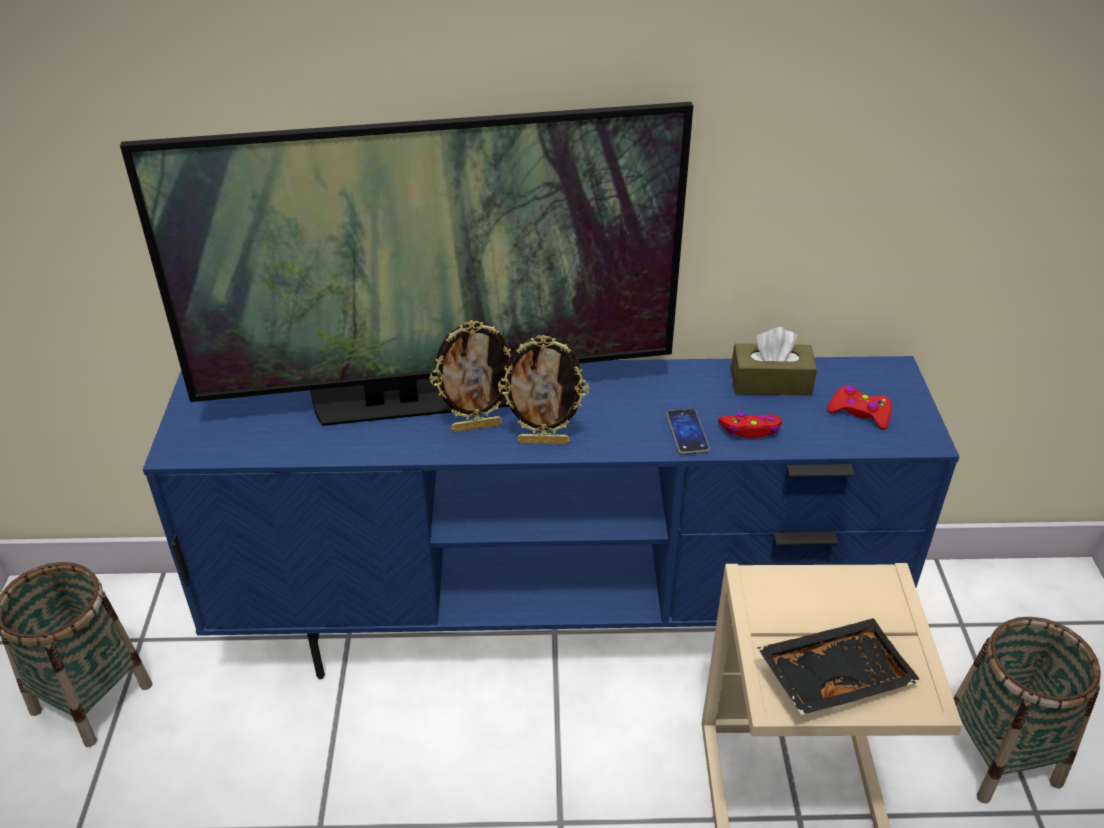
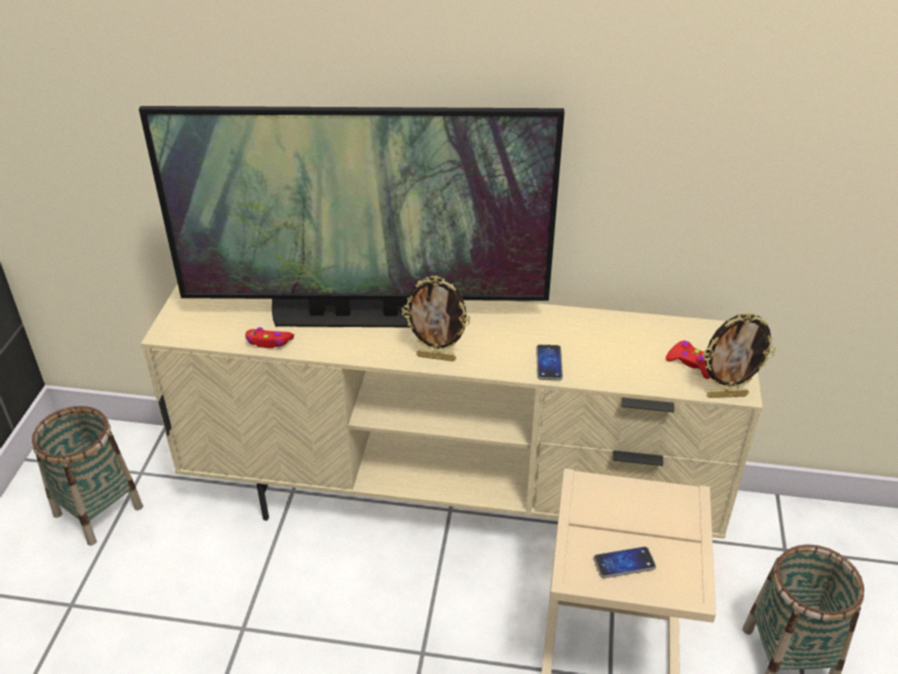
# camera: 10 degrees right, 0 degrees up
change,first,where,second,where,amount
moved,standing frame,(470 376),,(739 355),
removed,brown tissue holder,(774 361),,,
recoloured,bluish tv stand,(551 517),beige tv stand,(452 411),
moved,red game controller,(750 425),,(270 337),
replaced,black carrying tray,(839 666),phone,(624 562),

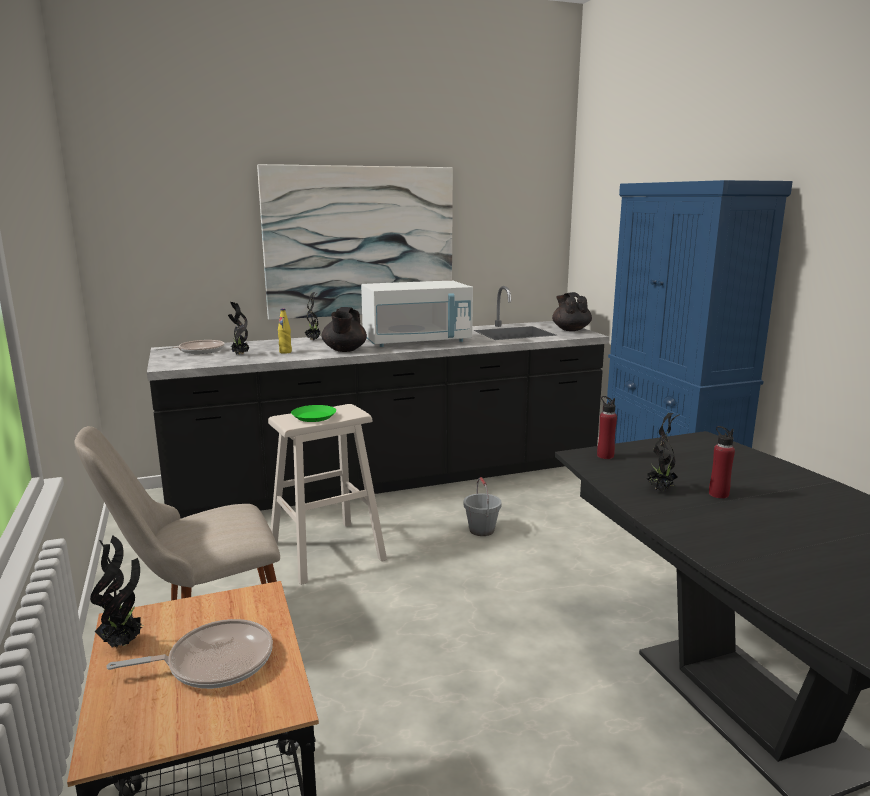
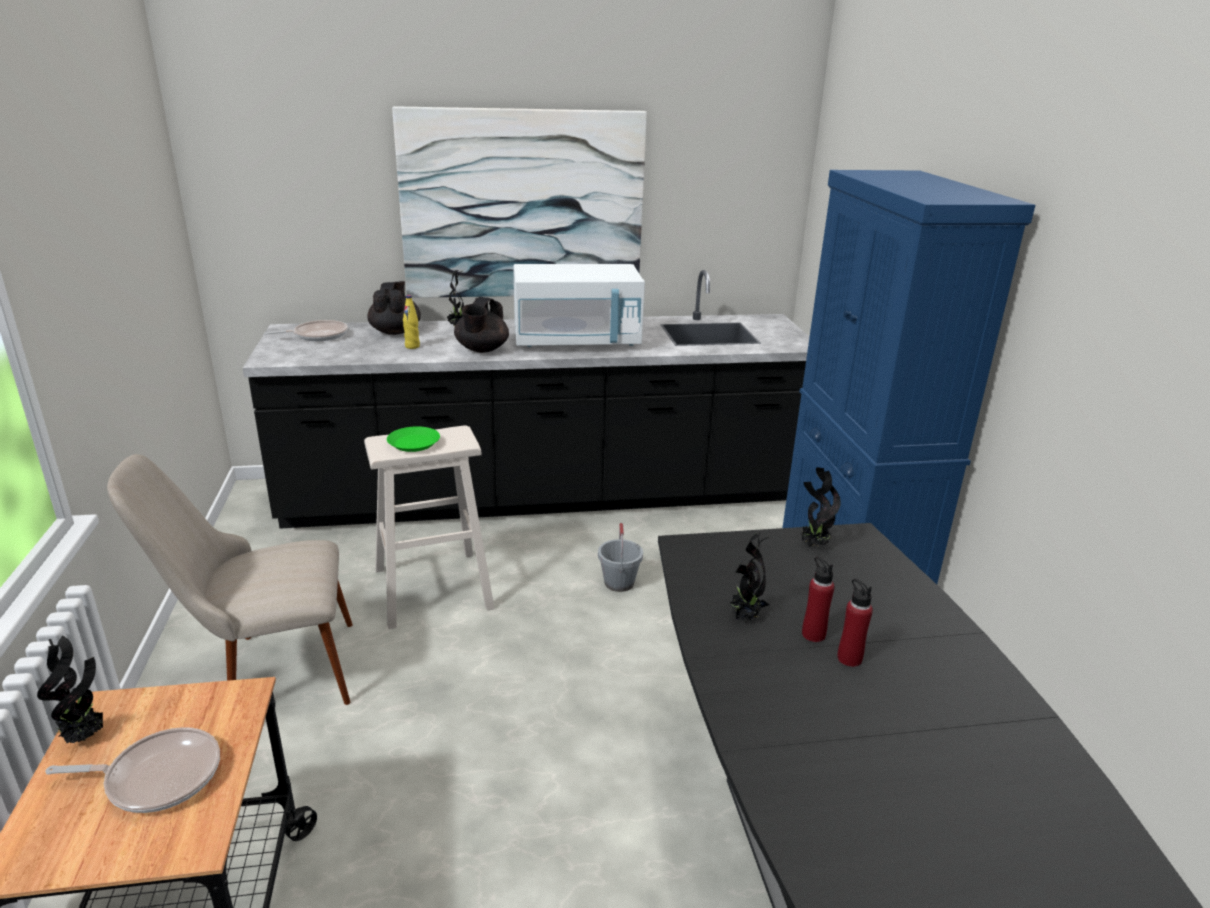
# camera: 10 degrees right, 10 degrees up
change,first,where,second,where,amount
moved,black teapot,(572 311),,(394 308),
moved,plant in a pot,(238 328),,(821 507),
moved,red drink bottle,(607 427),,(855 623),

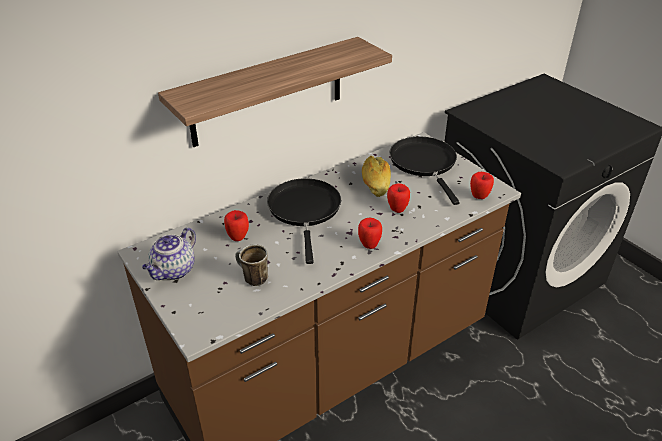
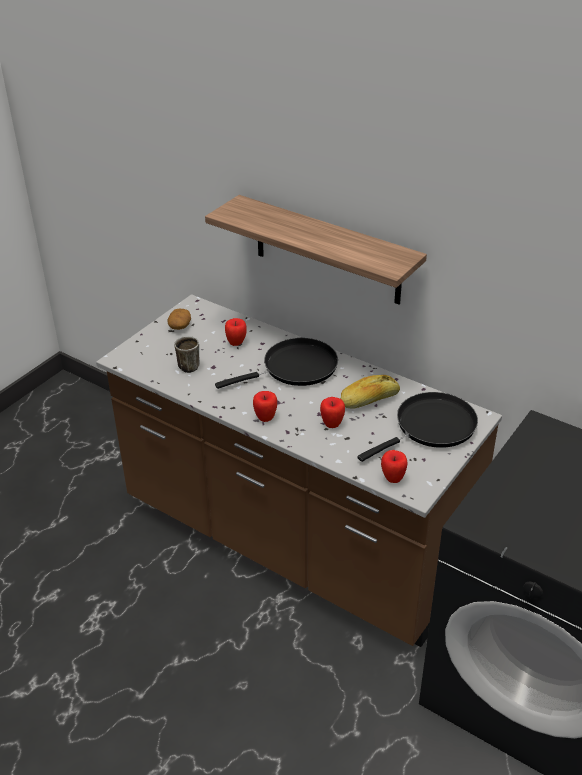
# camera: 70 degrees right, 0 degrees up
change,first,where,second,where,amount
replaced,teapot,(169 253),whole potato,(179 319),

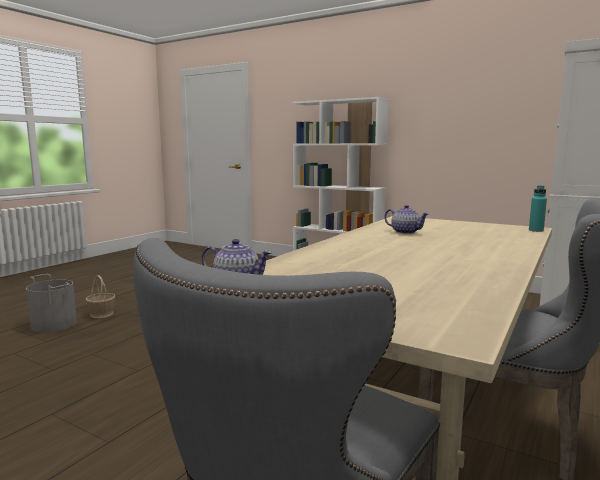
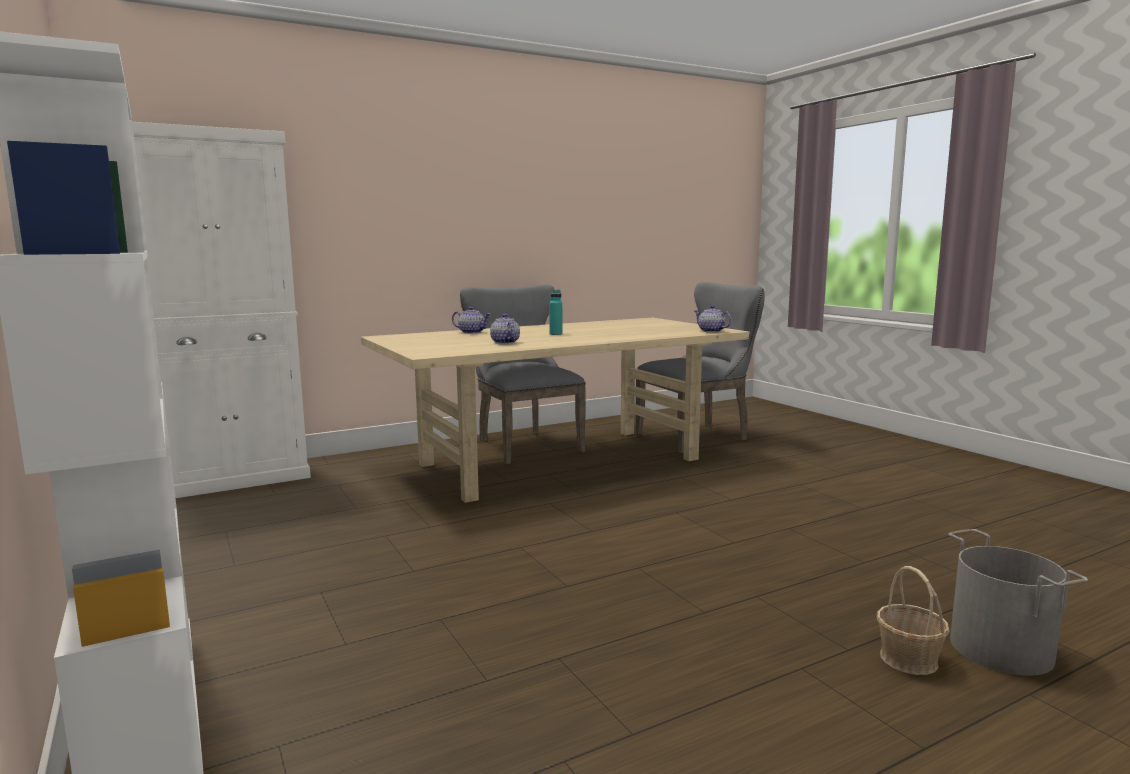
# camera: 150 degrees left, 0 degrees up
change,first,where,second,where,amount
moved,turquoise-coloured drink bottle,(538 208),,(556 312),
added,,,teapot,(471 320),

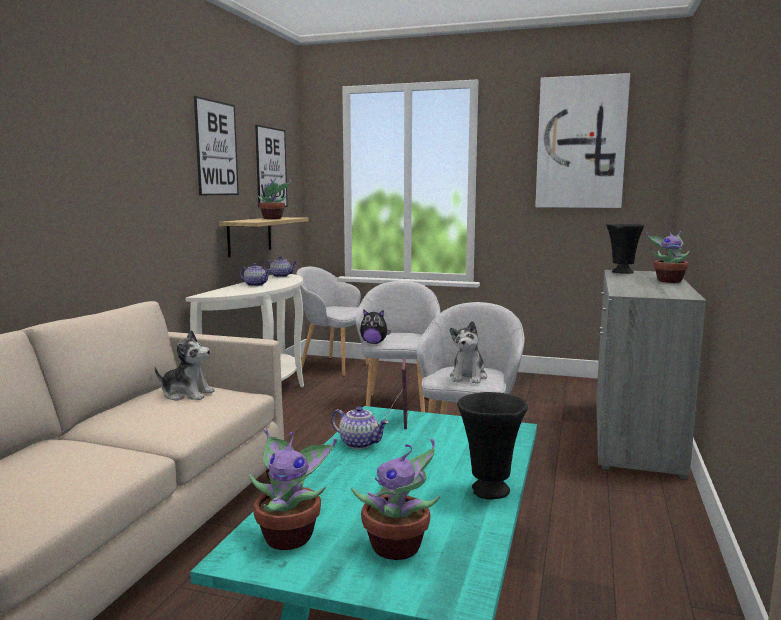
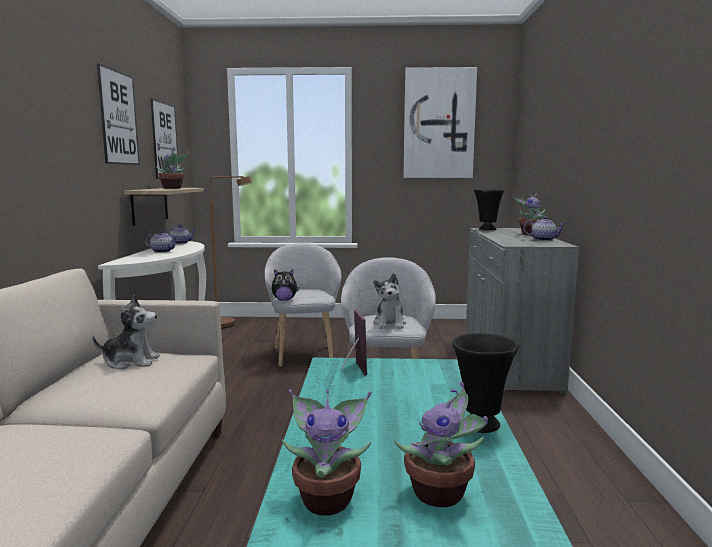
# camera: 15 degrees left, 0 degrees up
change,first,where,second,where,amount
replaced,greyish armchair,(332 321),brown standing lamp,(231 252),
moved,teapot,(360 427),,(544 228),

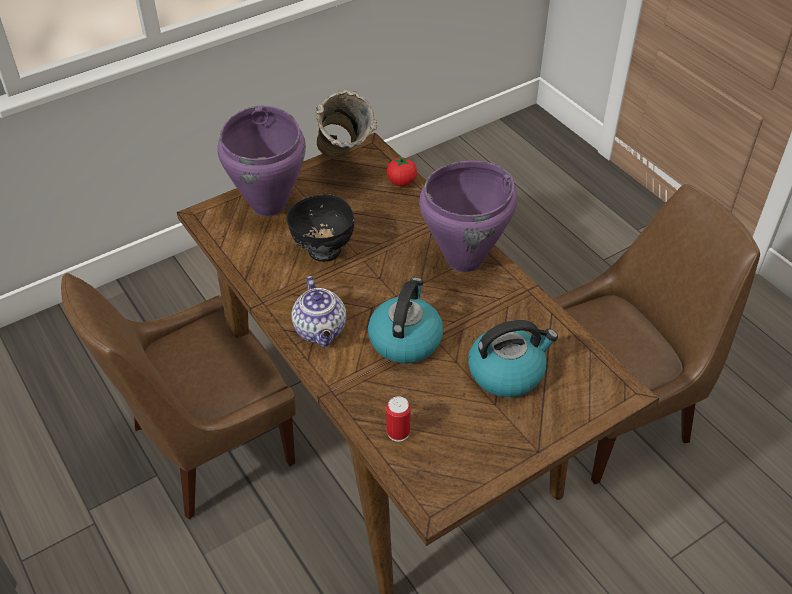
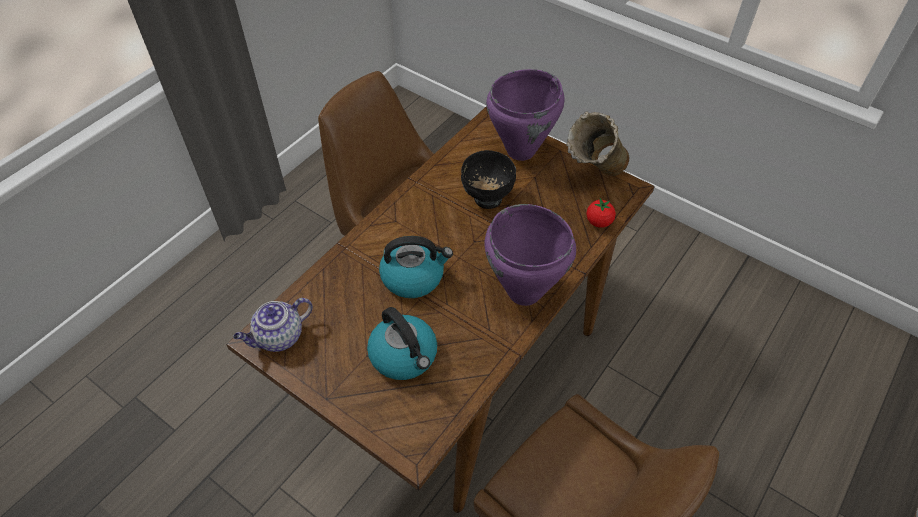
# camera: 70 degrees right, 5 degrees up
change,first,where,second,where,amount
moved,teapot,(318 311),,(273 325),
removed,can,(398 419),,,

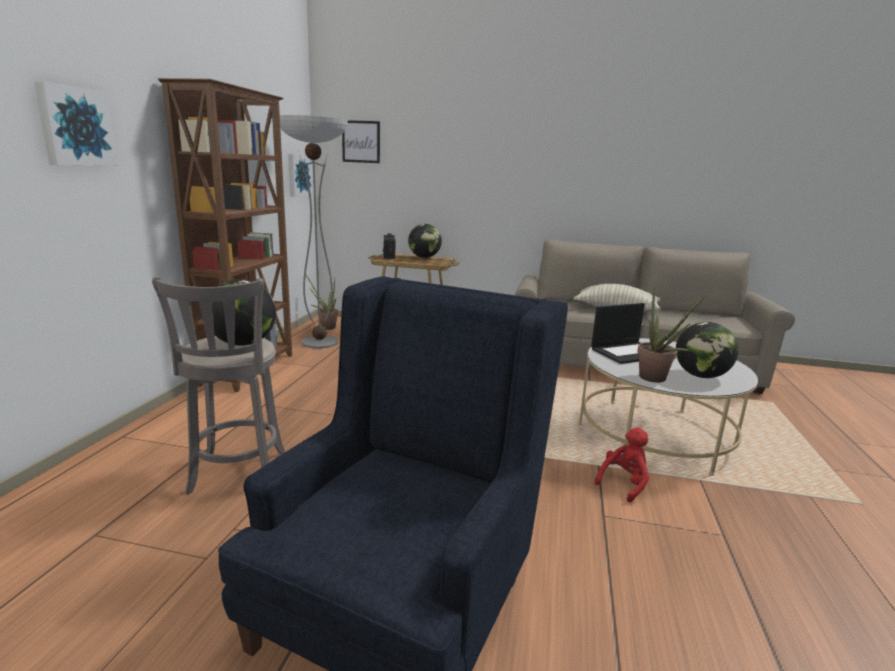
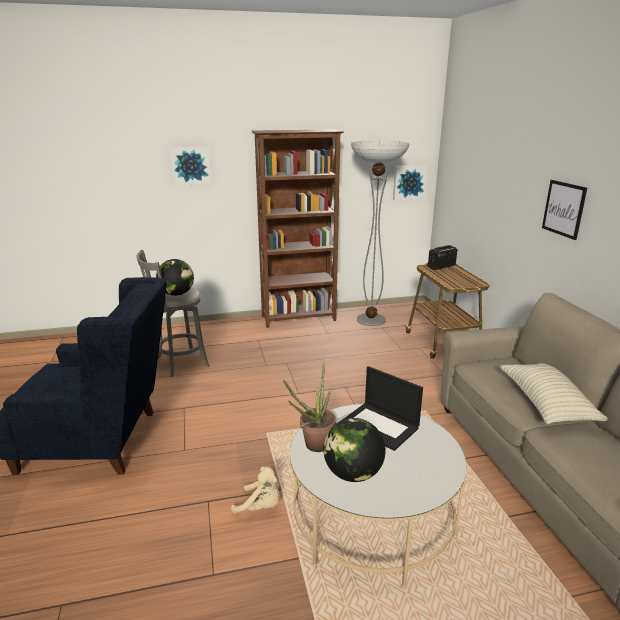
# camera: 65 degrees right, 5 degrees up
change,first,where,second,where,amount
moved,wall picture,(361 141),,(564 210),
removed,desk globe,(425 241),,,
removed,plant in a pot,(322 302),,,
recoloured,red cuddly toy,(621 465),beige cuddly toy,(255 490),

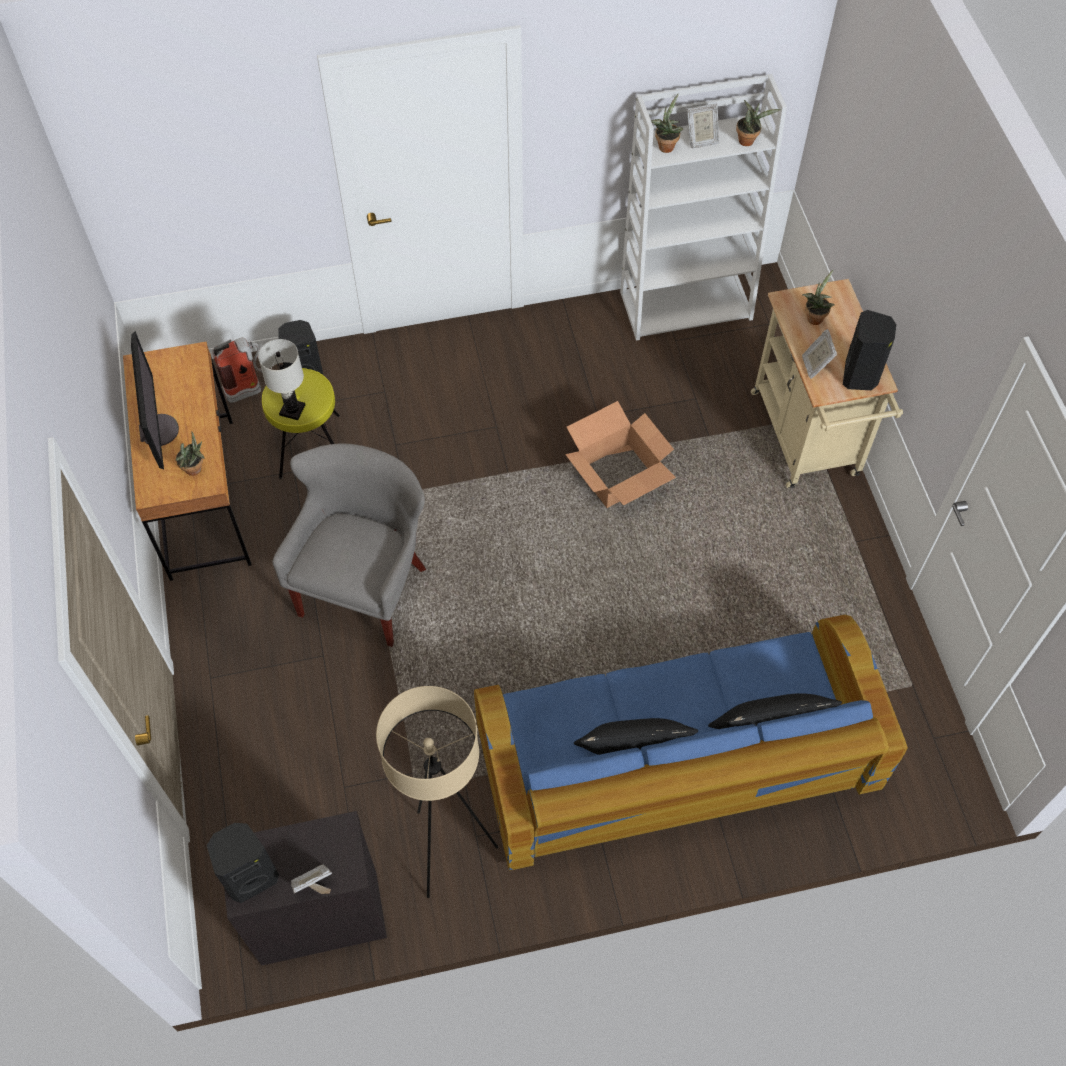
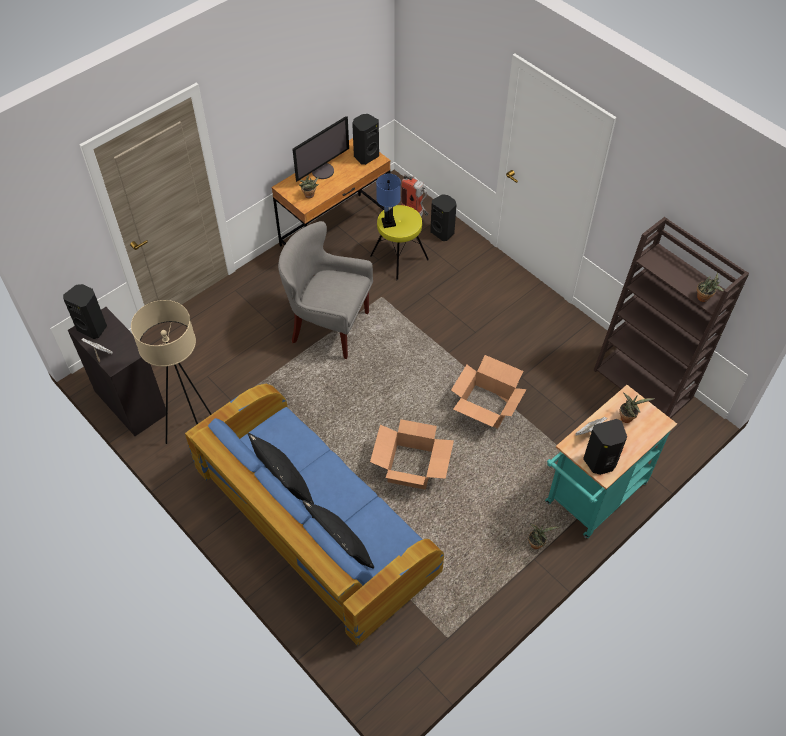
# camera: 60 degrees right, 5 degrees down
change,first,where,second,where,amount
recoloured,whitish bookshelf,(703 207),brown bookshelf,(671 317),
moved,plant in a pot,(667 123),,(543 536),
removed,standing frame,(703 125),,,
recoloured,beige cart,(827 384),turquoise-coloured cart,(611 461),
recoloured,whitish table lamp,(281 379),bluish table lamp,(388 201),
turned,greyish armchair,(349 545),,(325 290),150 degrees counterclockwise
added,,,black loudspeaker,(365 139),
added,,,carton,(412 454),

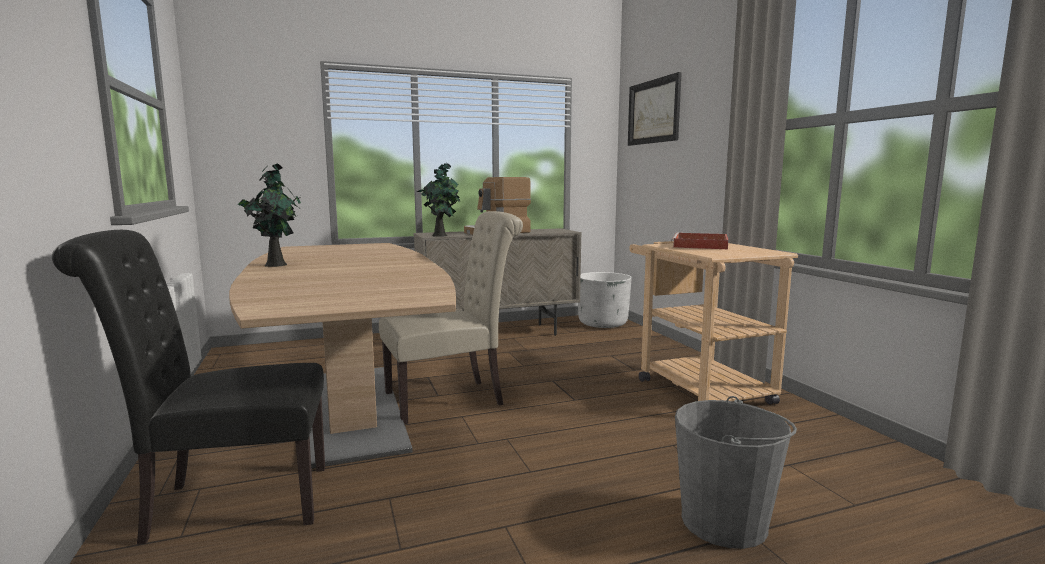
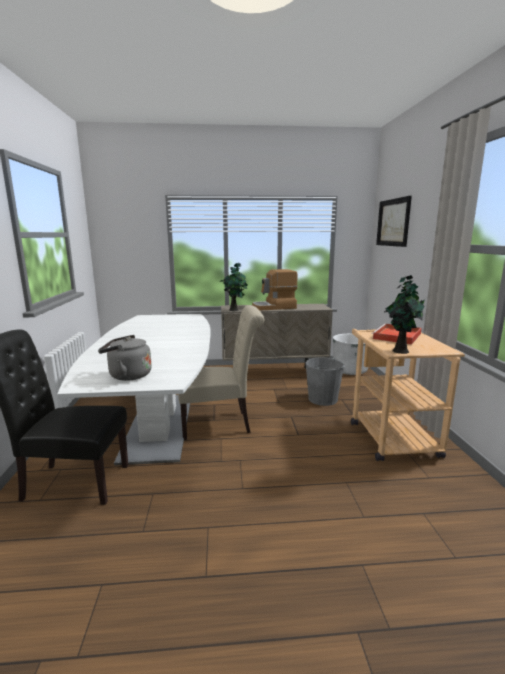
# camera: 15 degrees right, 5 degrees up
change,first,where,second,where,amount
moved,plant in a pot,(269 215),,(404 314),
recoloured,brown dinner table,(342 356),whitish dinner table,(134 390),
moved,greyish pail,(736 472),,(325 381),
added,,,greyish tea kettle,(125 358),

